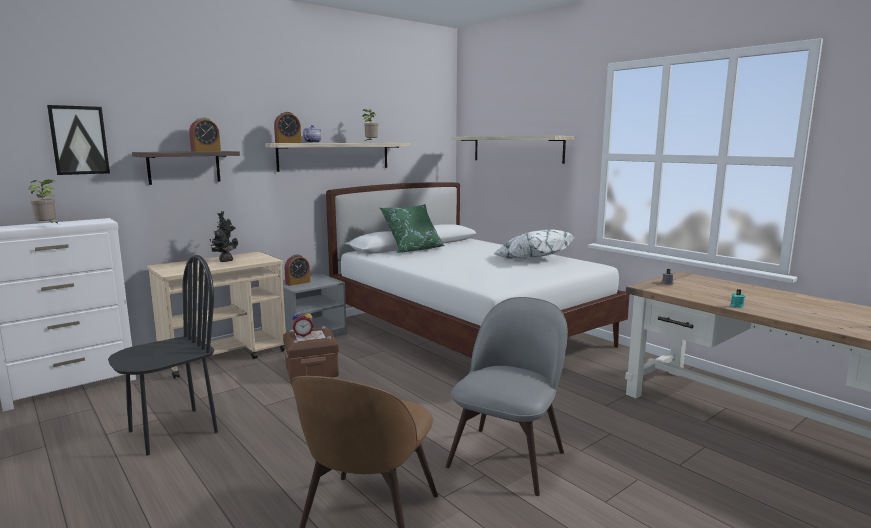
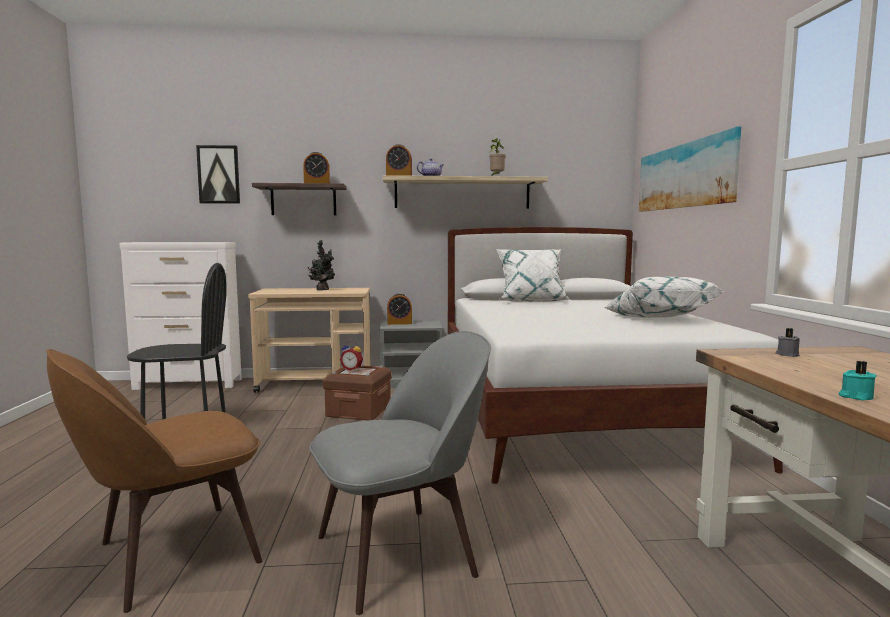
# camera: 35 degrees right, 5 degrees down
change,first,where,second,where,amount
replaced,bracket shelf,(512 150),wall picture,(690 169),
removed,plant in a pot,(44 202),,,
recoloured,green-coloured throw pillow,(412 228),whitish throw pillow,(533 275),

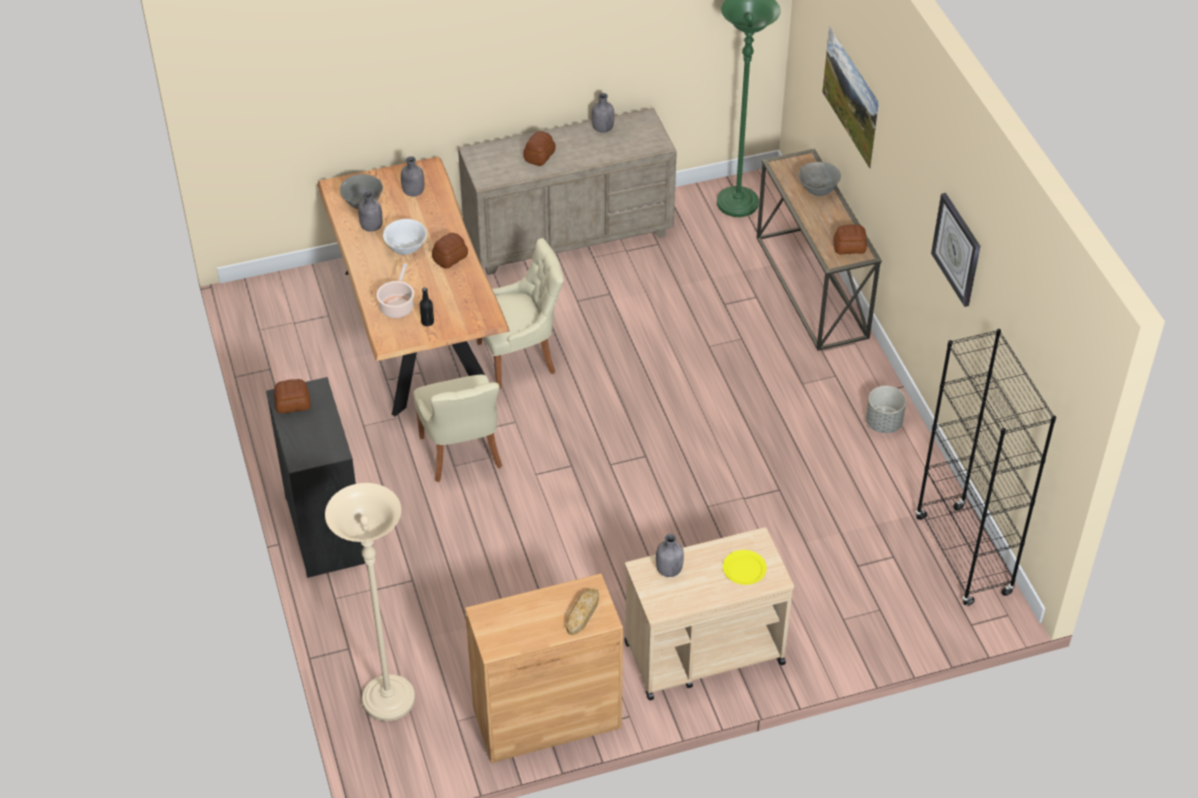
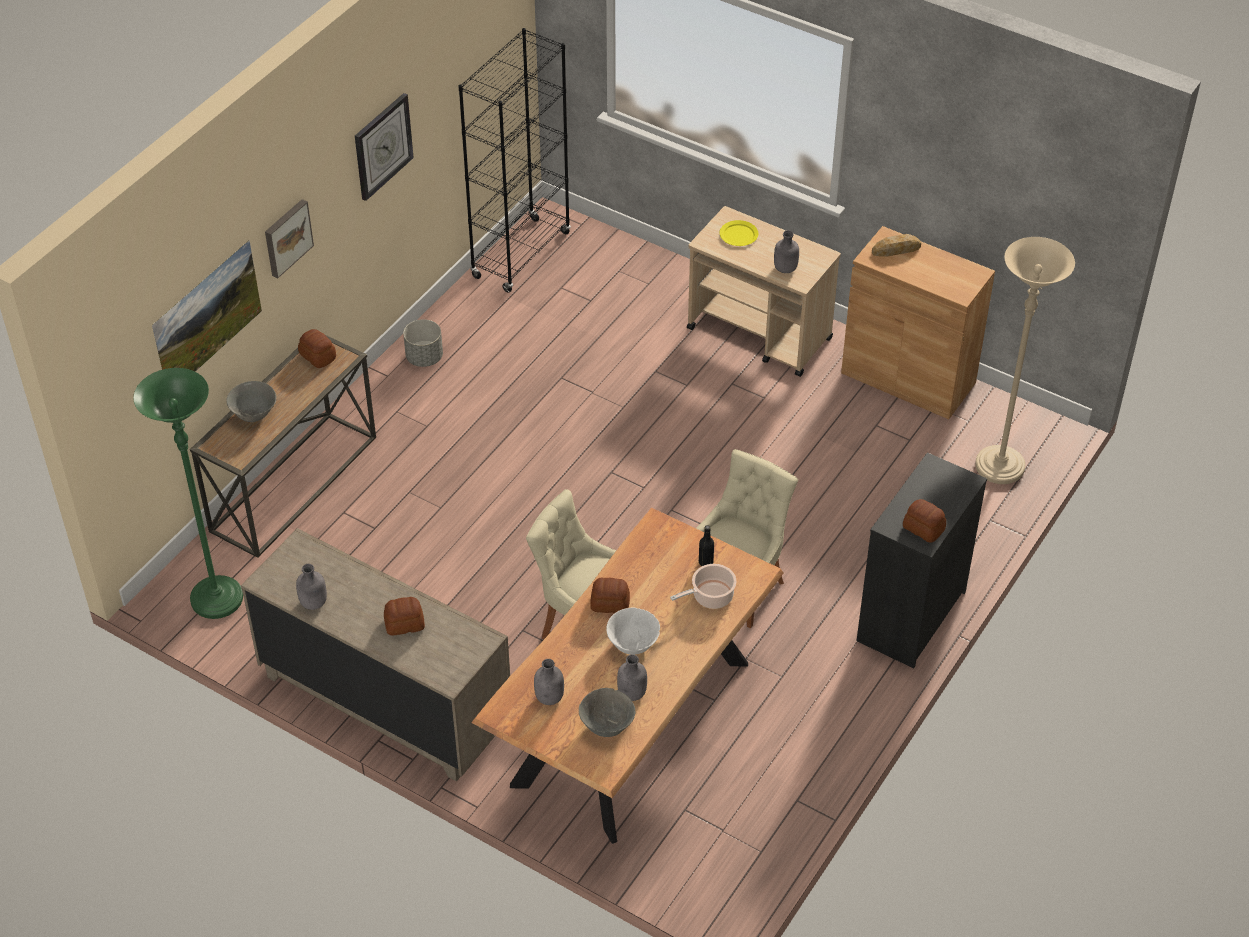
# camera: 130 degrees left, 0 degrees up
change,first,where,second,where,amount
added,,,wall picture,(289 238),

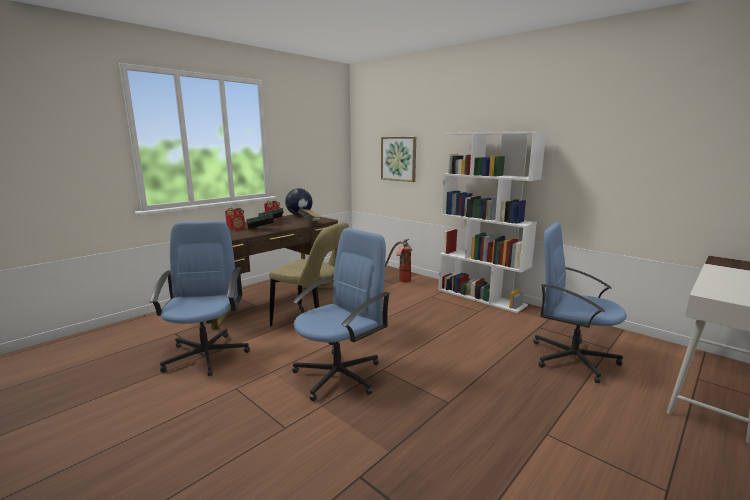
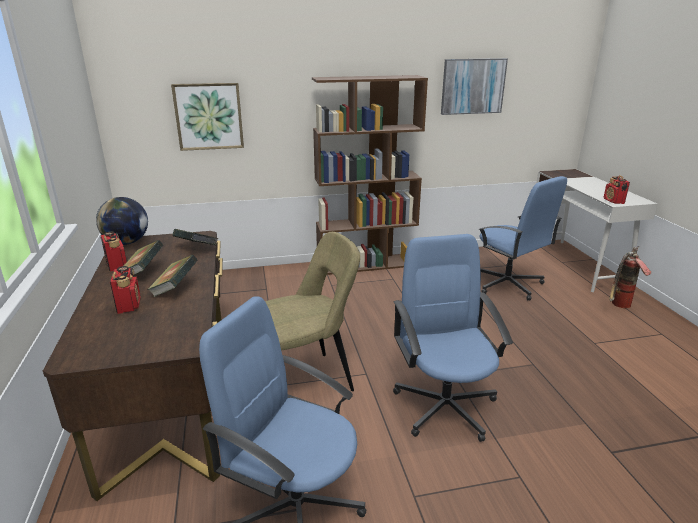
# camera: 55 degrees left, 10 degrees up
change,first,where,second,where,amount
recoloured,whitish bookshelf,(492 222),brown bookshelf,(370 175),
turned,bluish computer chair,(580 302),,(522 238),105 degrees counterclockwise
moved,fire extinguisher,(398 261),,(630 277),
added,,,wall picture,(474 86),
added,,,radio receiver,(617 189),

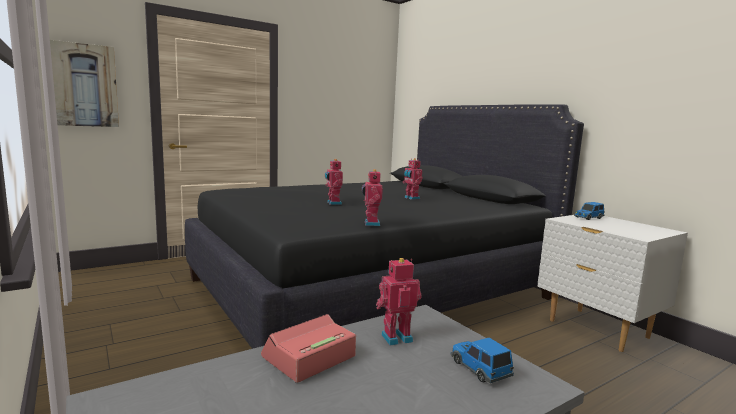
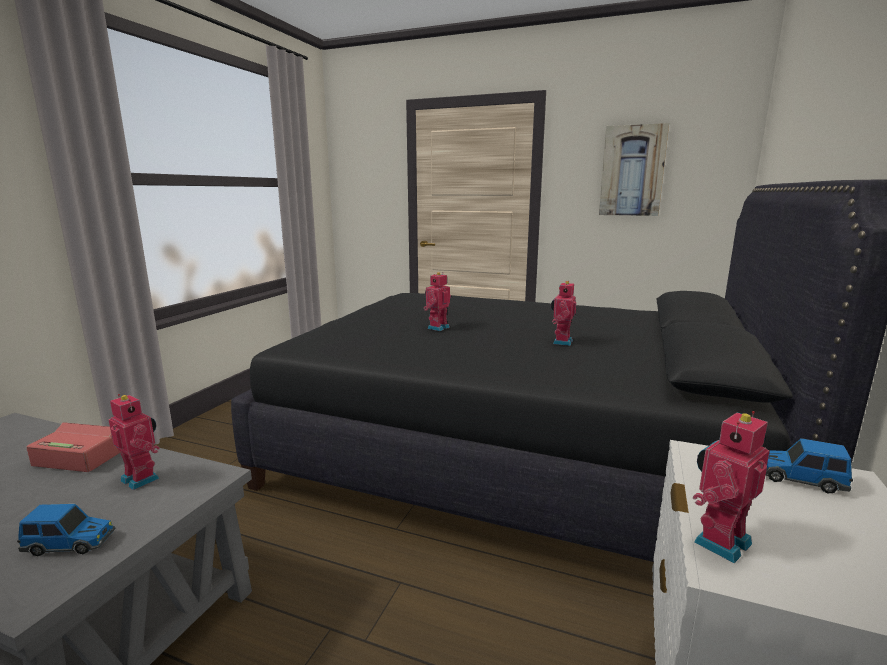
# camera: 55 degrees right, 5 degrees up
change,first,where,second,where,amount
moved,wall picture,(84 83),,(634 169),
moved,toy robot,(372 197),,(731 487),
turned,model car,(482 360),,(66 530),60 degrees clockwise

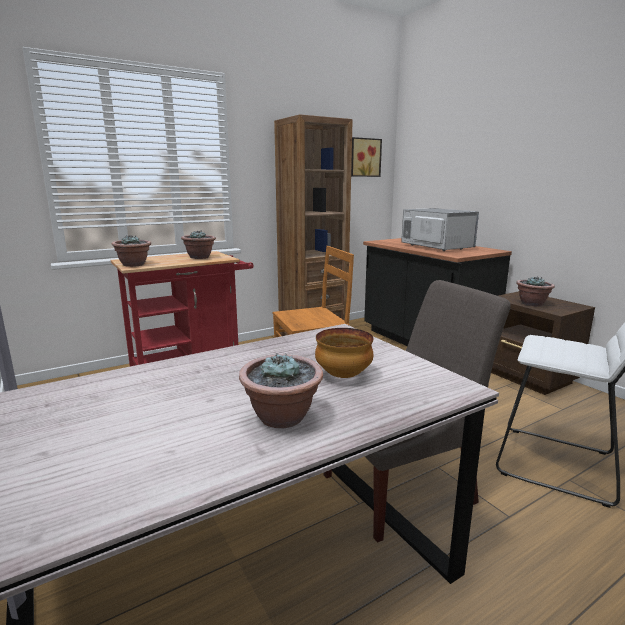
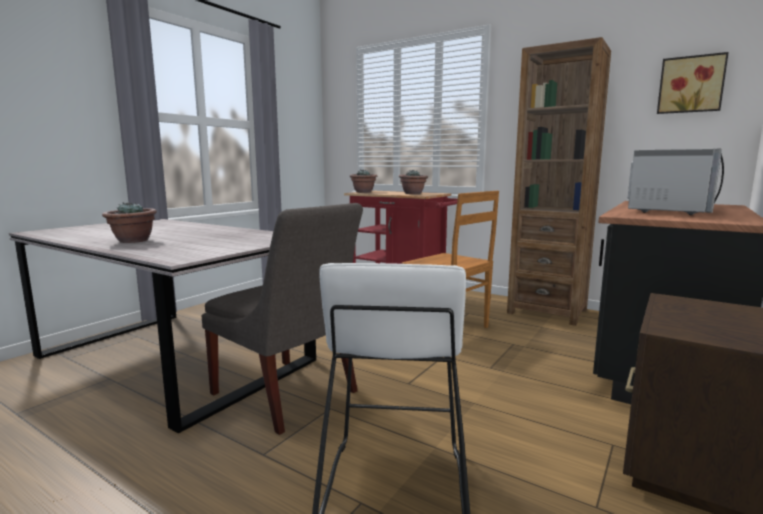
# camera: 65 degrees right, 5 degrees down
change,first,where,second,where,amount
removed,plant in a pot,(535 291),,,
removed,serving bowl,(344 353),,,

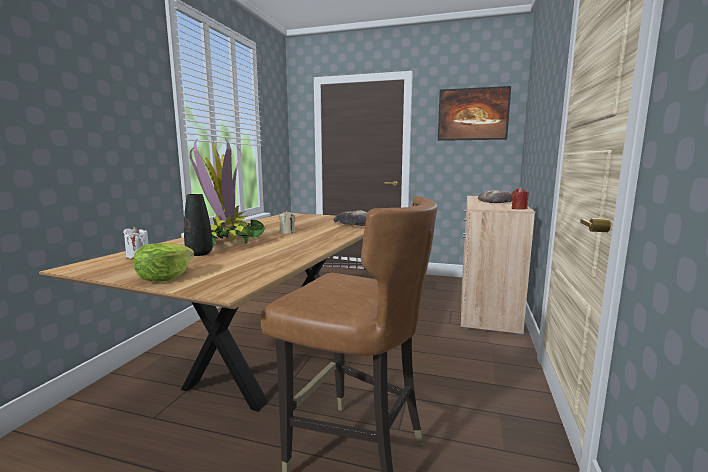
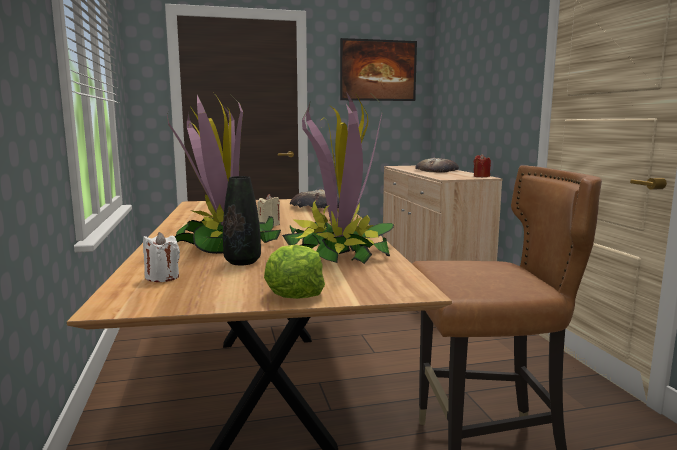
# camera: 30 degrees left, 0 degrees up
change,first,where,second,where,amount
added,,,plant in a pot,(338 178),

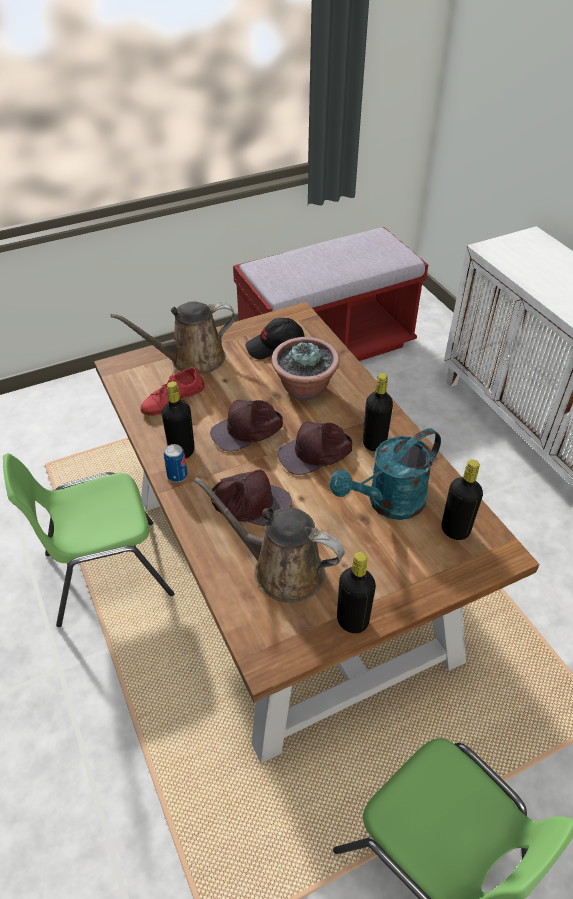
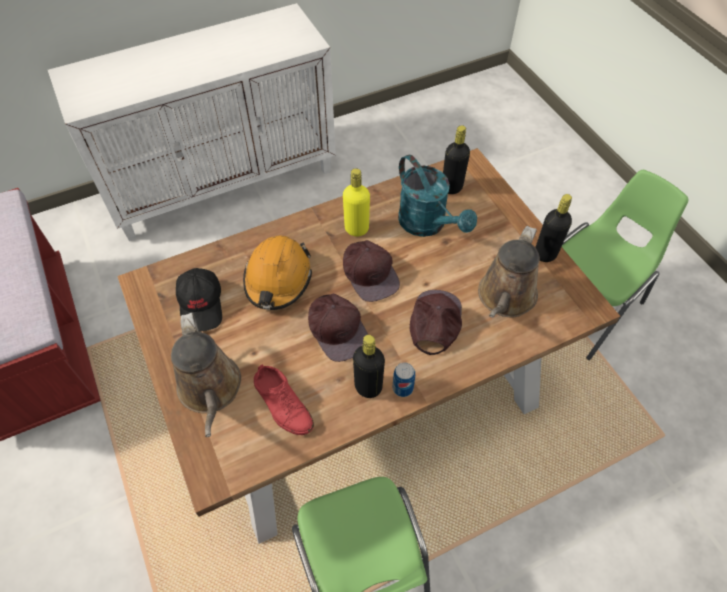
# camera: 90 degrees left, 10 degrees up
change,first,where,second,where,amount
replaced,plant in a pot,(305 369),orange-coloured hard hat,(277 272),
recoloured,black drink bottle,(378 412),yellowish drink bottle,(356 202),

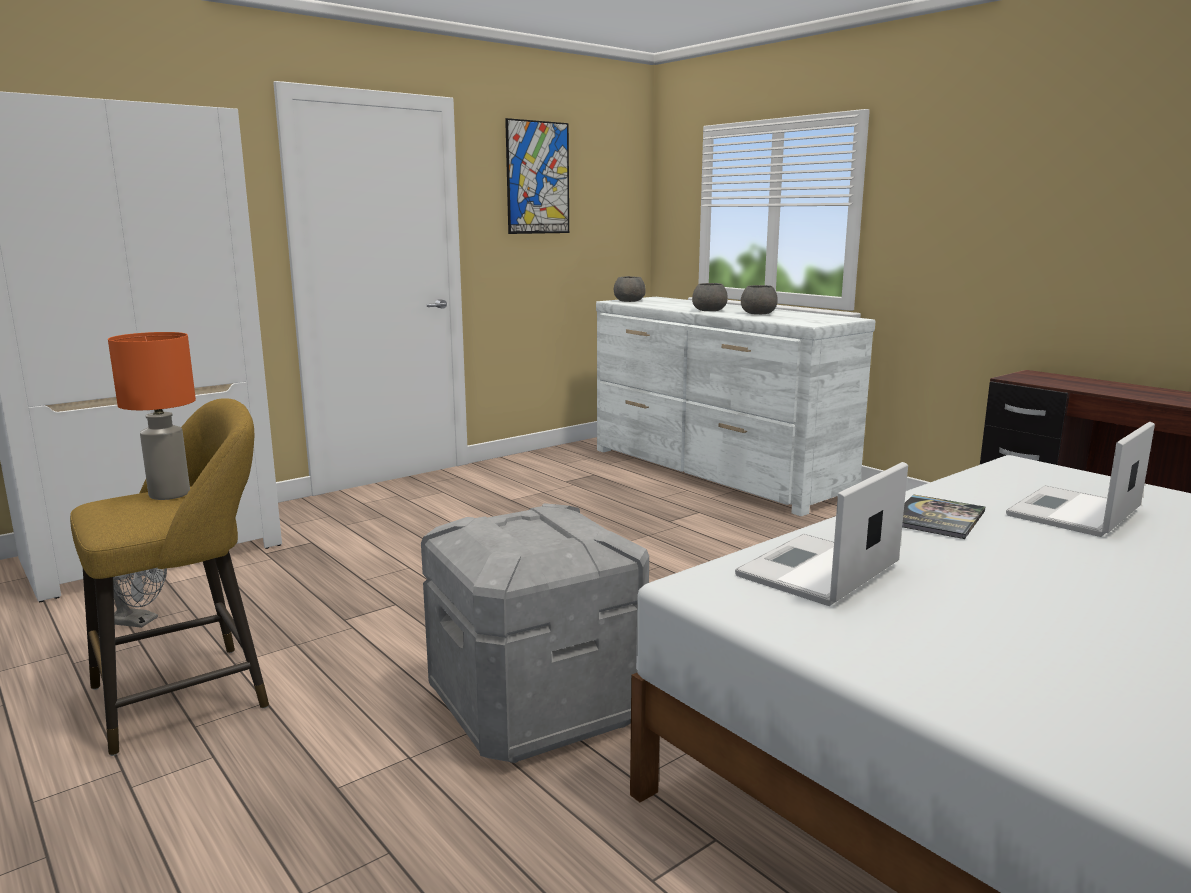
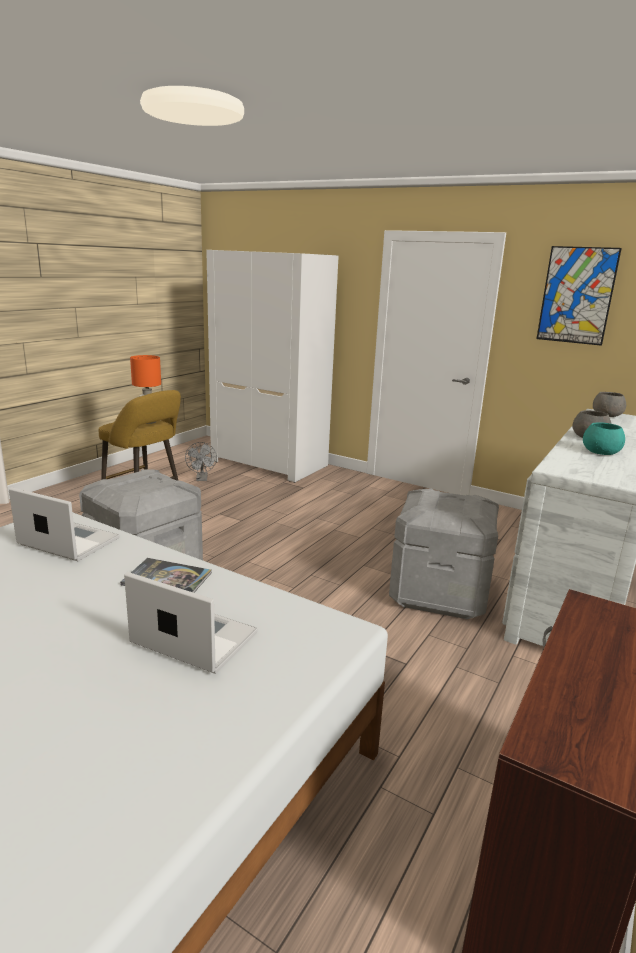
# camera: 70 degrees right, 5 degrees up
change,first,where,second,where,amount
recoloured,greyish serving bowl,(759 299),turquoise-coloured serving bowl,(604 438),
added,,,greyish storage box,(444 554),

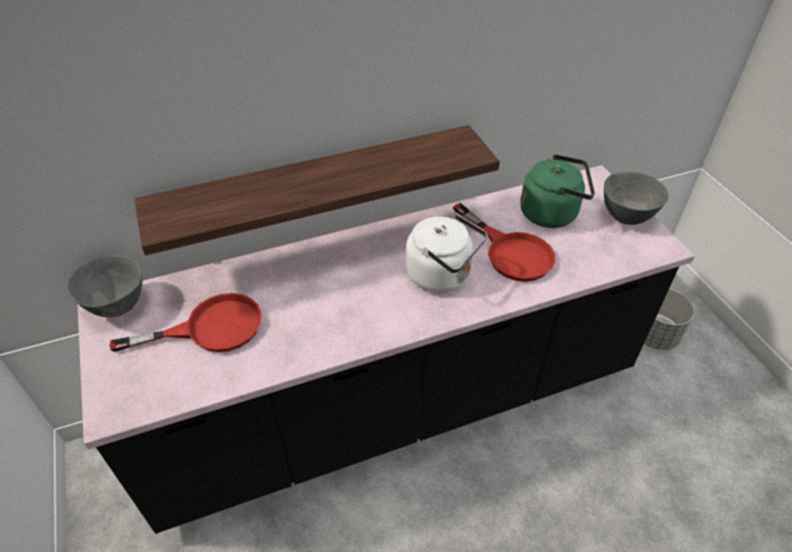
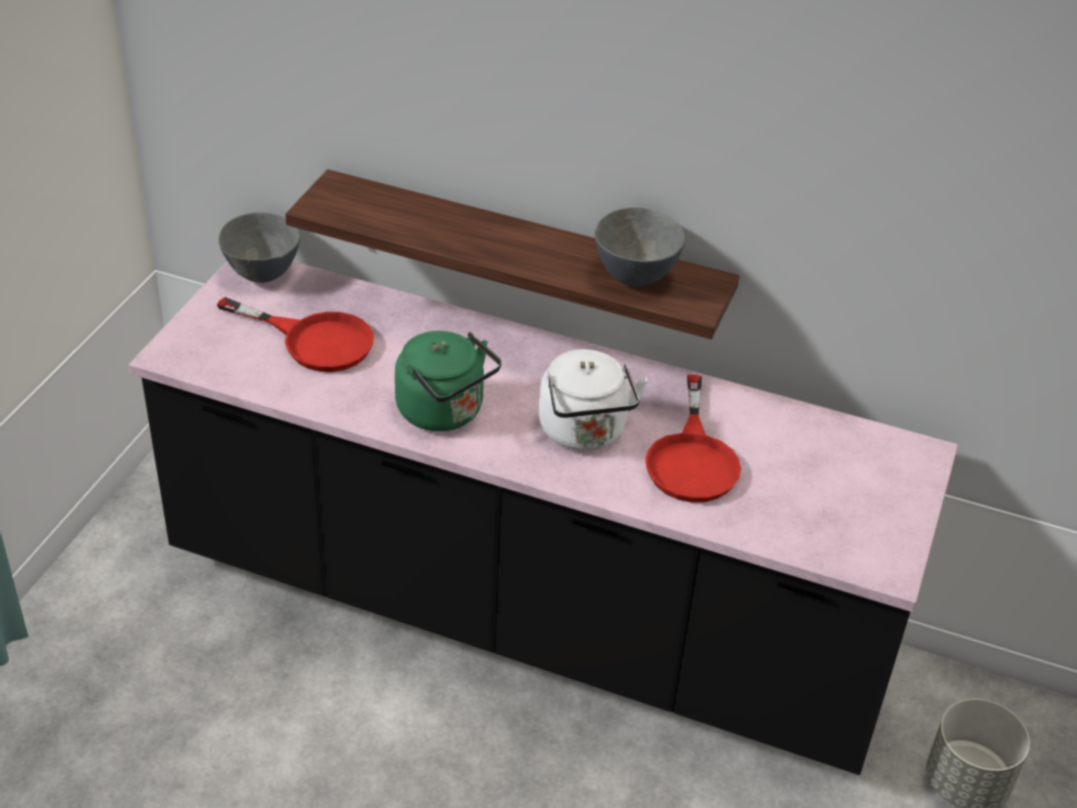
# camera: 40 degrees right, 5 degrees down
change,first,where,second,where,amount
moved,green-coloured tea kettle,(557 191),,(448 381),
moved,greyish serving bowl,(636 198),,(640 246),

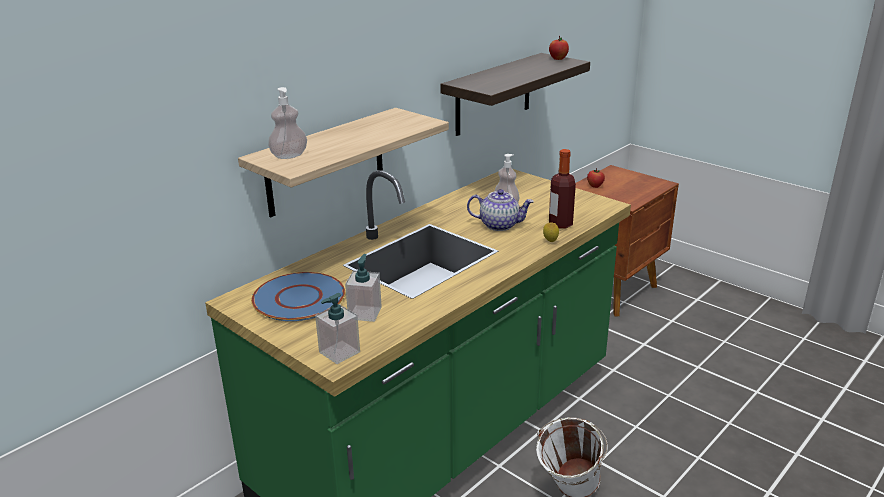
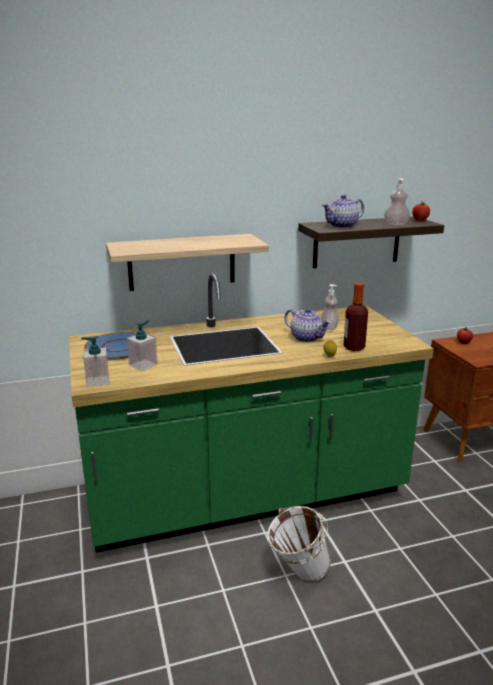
# camera: 30 degrees right, 5 degrees down
change,first,where,second,where,amount
moved,liquid soap bottle,(287 123),,(397 201),
added,,,teapot,(343 211),

